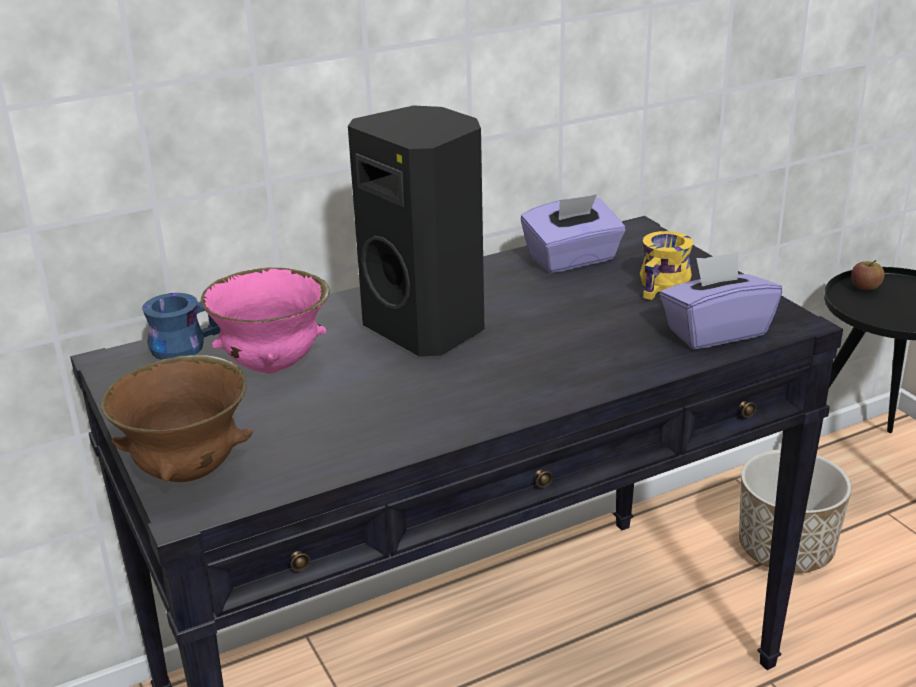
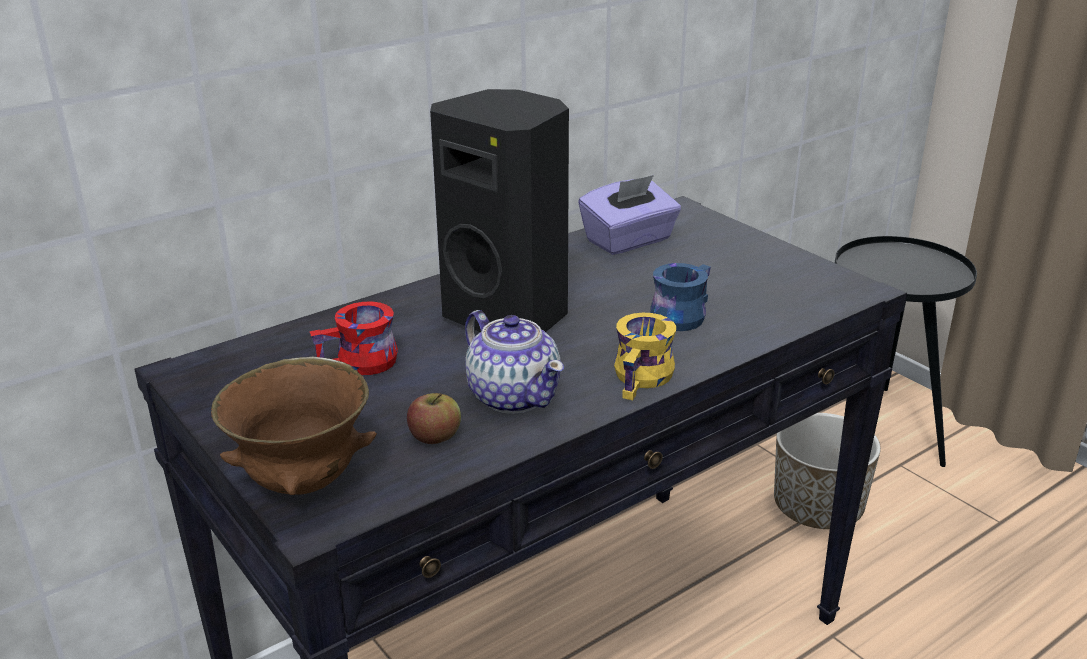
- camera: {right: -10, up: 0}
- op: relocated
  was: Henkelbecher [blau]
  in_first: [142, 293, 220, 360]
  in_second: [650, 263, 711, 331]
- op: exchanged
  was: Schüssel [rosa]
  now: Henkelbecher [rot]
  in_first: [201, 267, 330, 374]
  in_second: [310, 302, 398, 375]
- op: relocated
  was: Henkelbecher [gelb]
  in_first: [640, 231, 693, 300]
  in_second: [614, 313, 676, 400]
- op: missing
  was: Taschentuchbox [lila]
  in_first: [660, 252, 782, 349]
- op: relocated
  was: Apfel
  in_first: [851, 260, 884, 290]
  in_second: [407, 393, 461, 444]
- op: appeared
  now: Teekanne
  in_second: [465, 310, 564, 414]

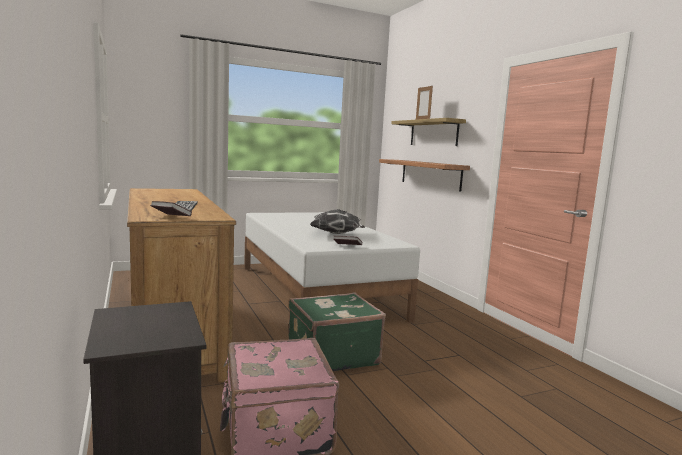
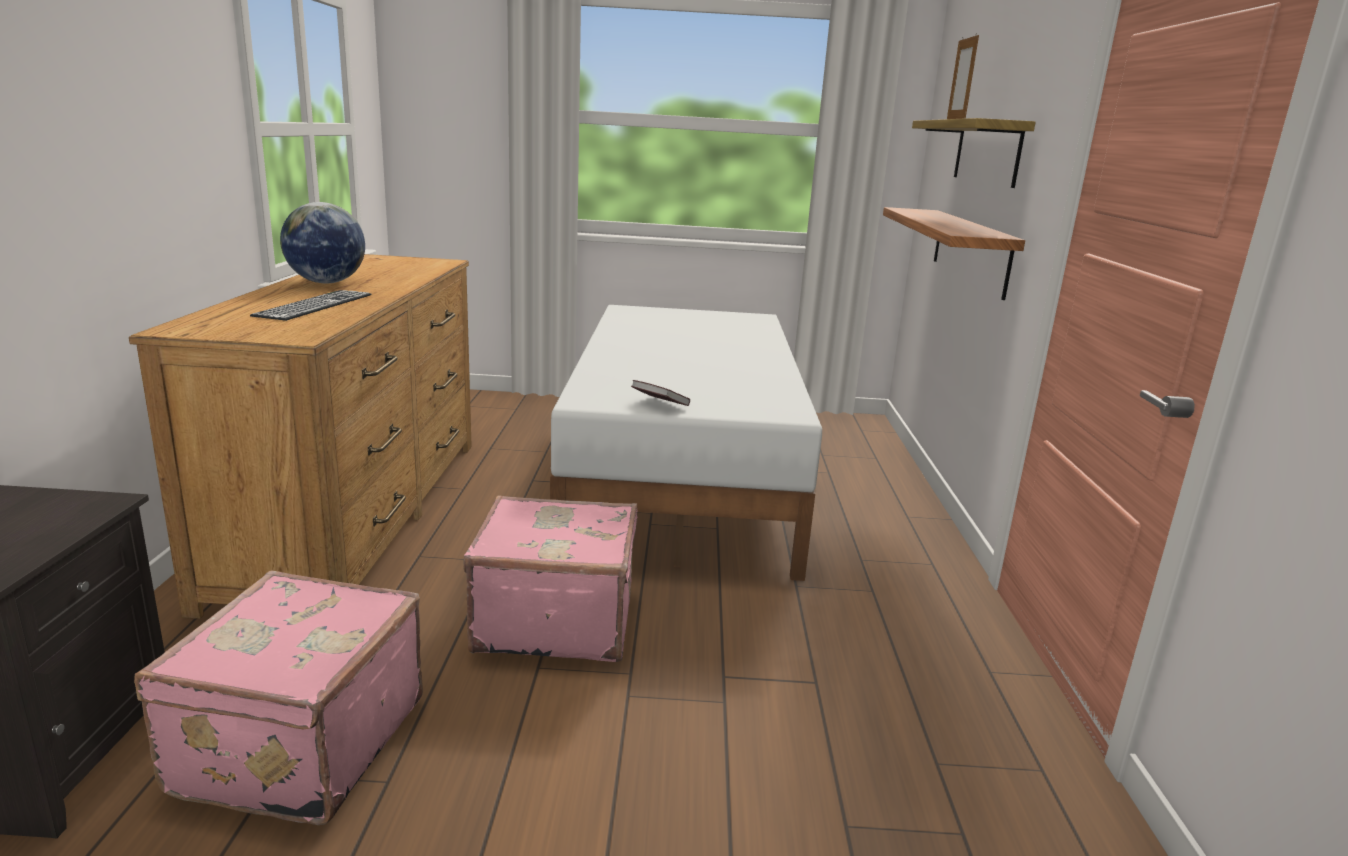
- camera: {right: 25, up: 10}
- op: missing
  was: Buch
  in_first: [150, 201, 192, 216]
- op: colour
  was: Koffer [grün]
  now: Koffer [rosa]
  in_first: [288, 292, 386, 371]
  in_second: [463, 495, 638, 662]
- op: missing
  was: Kissen
  in_first: [310, 209, 365, 234]
- op: appeared
  now: Globus
  in_second: [280, 202, 365, 284]

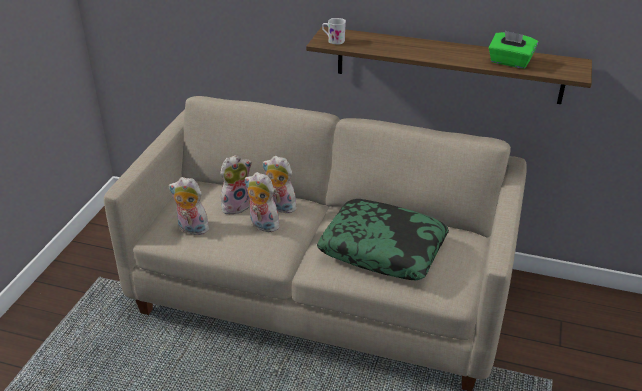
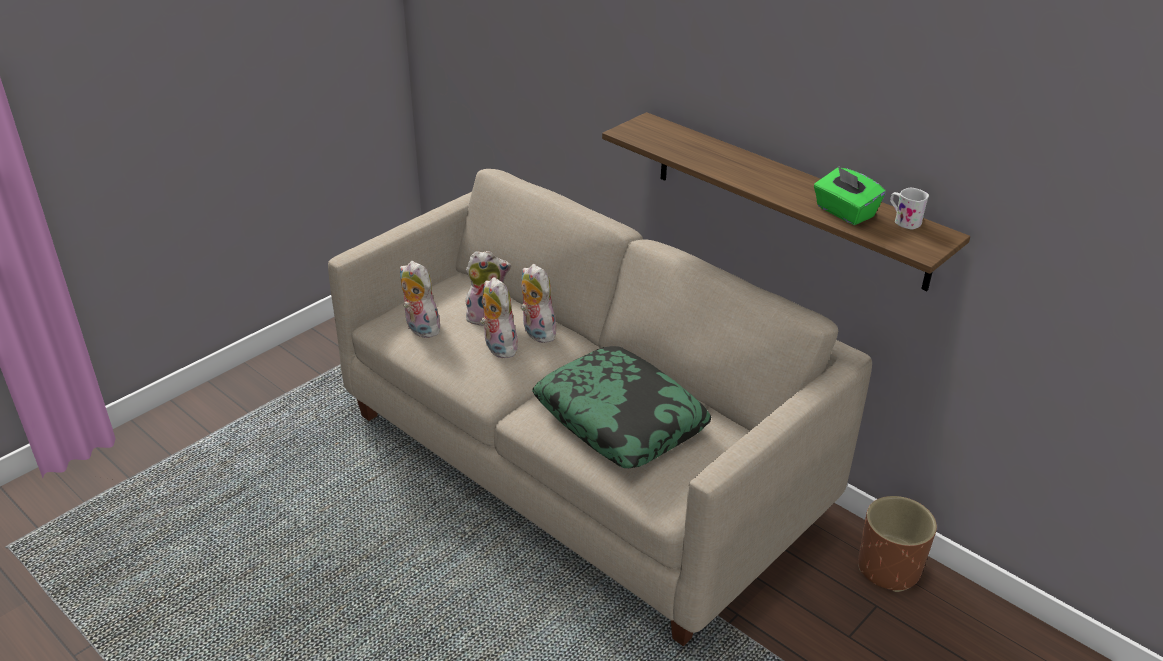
- camera: {right: 25, up: 0}
- op: relocated
  was: Henkelbecher [weiß]
  in_first: [322, 18, 346, 44]
  in_second: [890, 188, 929, 229]
- op: appeared
  now: Pflanzkübel [braun]
  in_second: [858, 496, 937, 592]

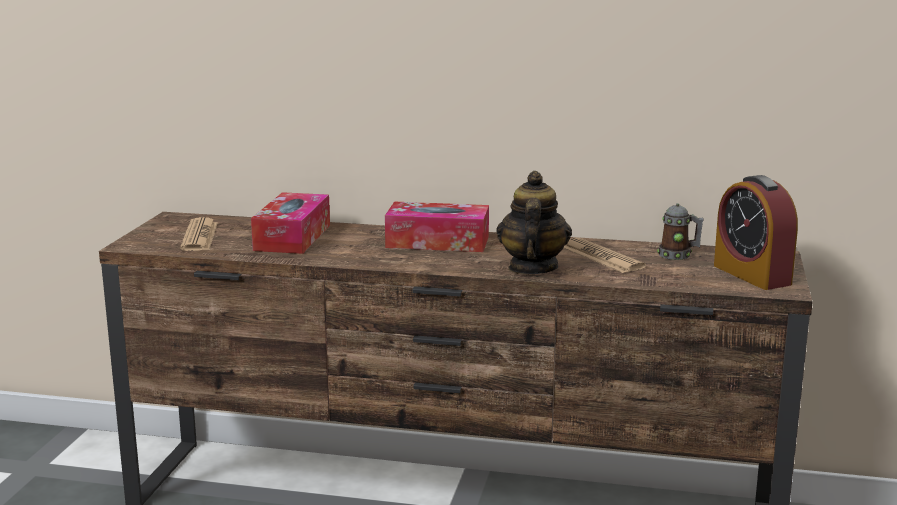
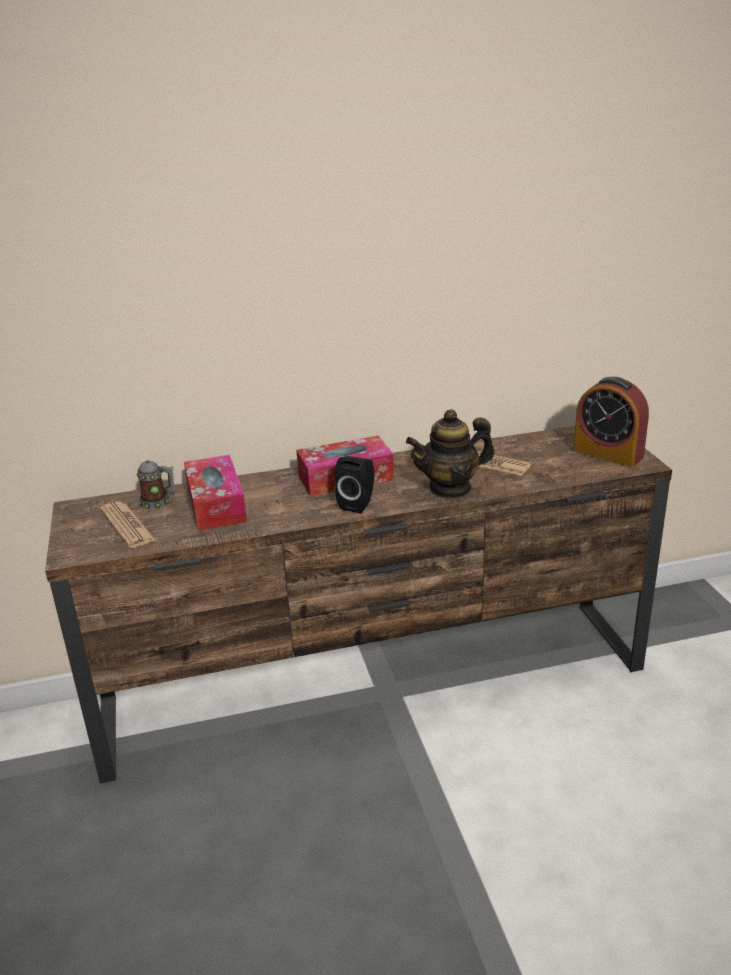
- camera: {right: -25, up: 10}
- op: spun
  was: Teekanne
  in_first: [496, 171, 572, 274]
  in_second: [406, 409, 495, 498]
  clockwise: -90
- op: relocated
  was: Henkelbecher
  in_first: [657, 203, 704, 260]
  in_second: [136, 460, 175, 509]
- op: appeared
  now: Lautsprecher [schwarz]
  in_second: [335, 456, 374, 513]

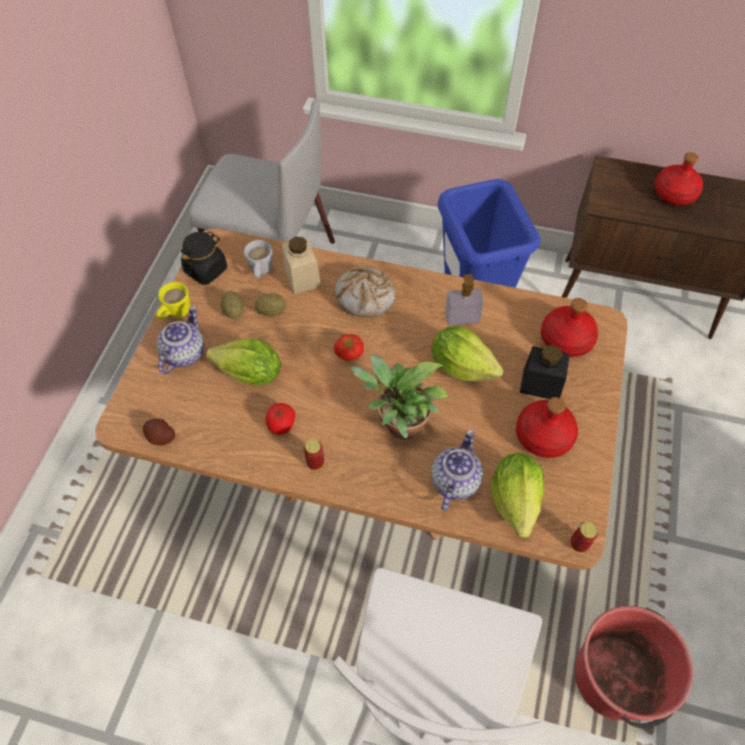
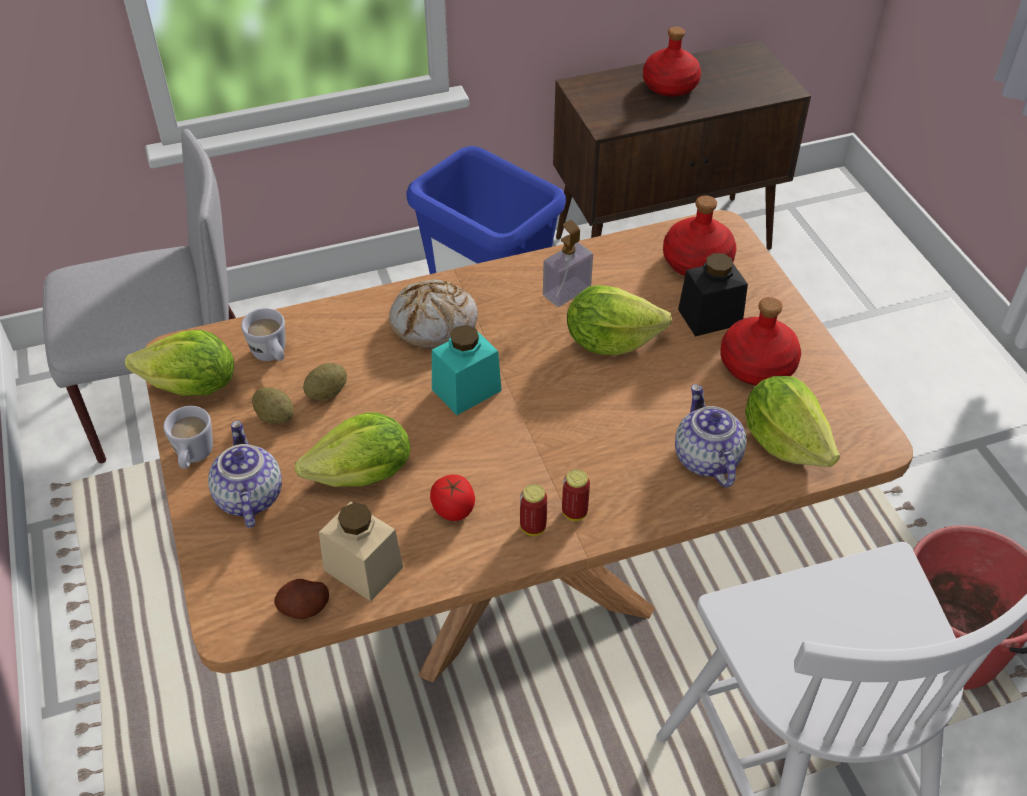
- camera: {right: -35, up: -10}
- op: colour
  was: Henkelbecher [gelb]
  now: Henkelbecher [weiß]
  in_first: [156, 282, 190, 320]
  in_second: [163, 406, 213, 468]
- op: exchanged
  was: Vorratsglas [schwarz]
  now: Salatkopf
  in_first: [181, 231, 227, 285]
  in_second: [125, 330, 234, 396]
- op: relocated
  was: Vorratsglas [beige]
  in_first: [282, 237, 321, 294]
  in_second: [319, 501, 403, 601]
- op: exchanged
  was: Tomate
  now: Vorratsglas [türkis]
  in_first: [334, 334, 364, 361]
  in_second: [432, 325, 502, 415]
- op: missing
  was: Topfpflanze
  in_first: [349, 354, 450, 440]
- op: relocated
  was: Dose
  in_first: [570, 522, 598, 553]
  in_second: [562, 469, 590, 521]

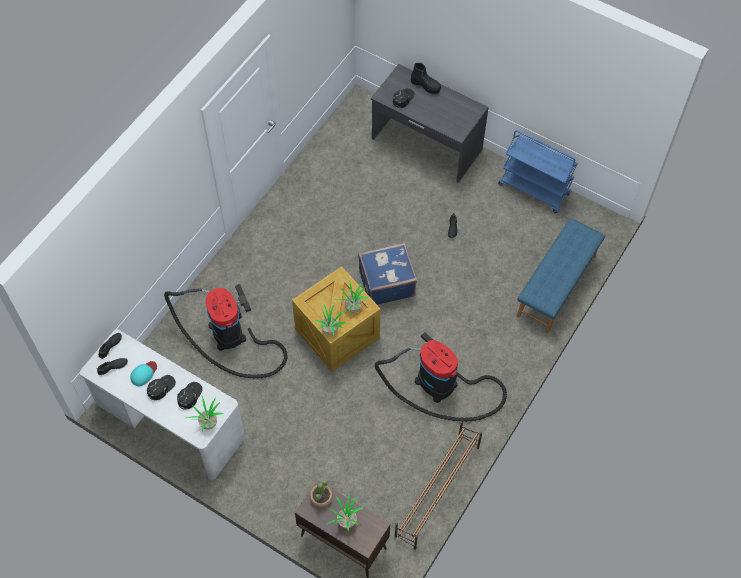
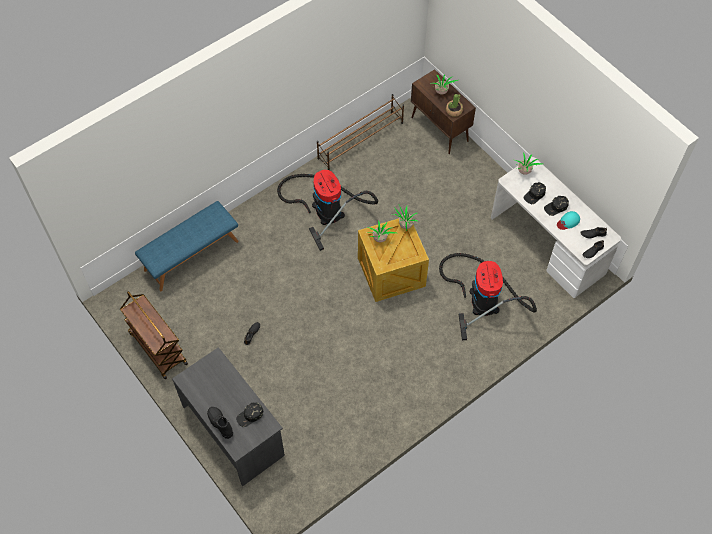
- camera: {right: -160, up: 0}
- op: missing
  was: Koffer [blau]
  in_first: [358, 243, 417, 305]
- op: colour
  was: Rollwagen [blau]
  now: Rollwagen [braun]
  in_first: [498, 130, 578, 213]
  in_second: [120, 291, 188, 379]

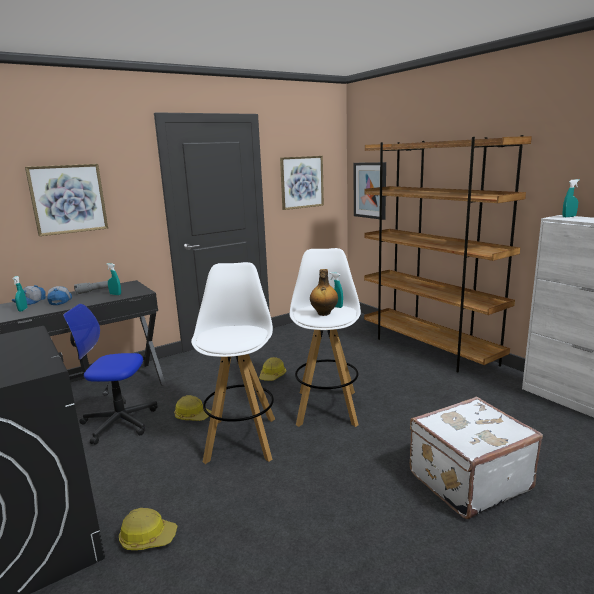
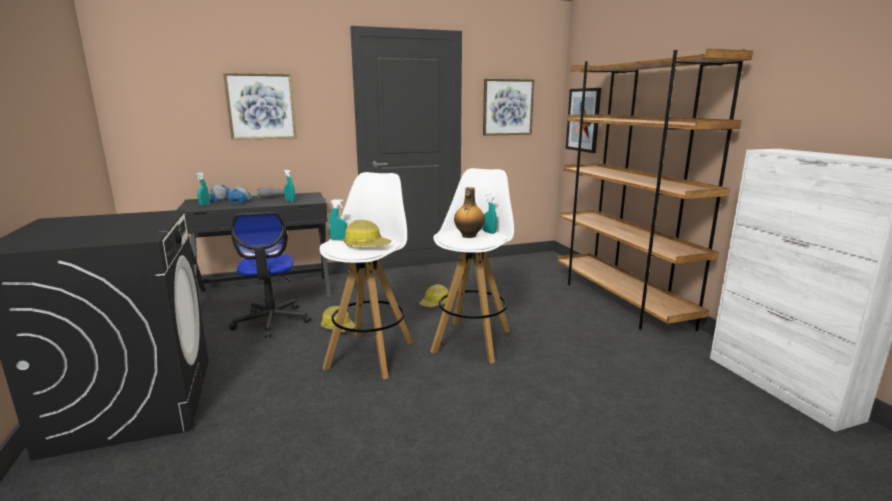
- camera: {right: 15, up: 0}
- op: spun
  was: Bürostuhl
  in_first: [63, 304, 158, 445]
  in_second: [229, 212, 311, 338]
  clockwise: -120
- op: relocated
  was: Schutzhelm
  in_first: [119, 508, 177, 550]
  in_second: [343, 220, 391, 246]
- op: missing
  was: Koffer [weiß]
  in_first: [410, 397, 543, 519]
- op: relocated
  was: Sprühflasche [türkis]
  in_first: [562, 179, 580, 217]
  in_second: [329, 199, 347, 240]

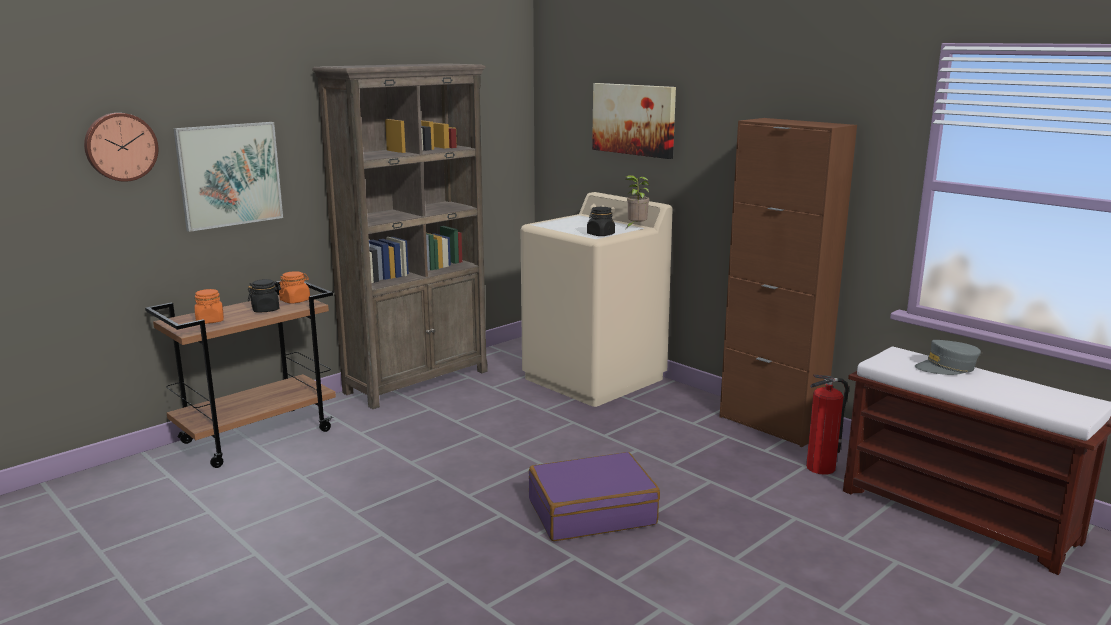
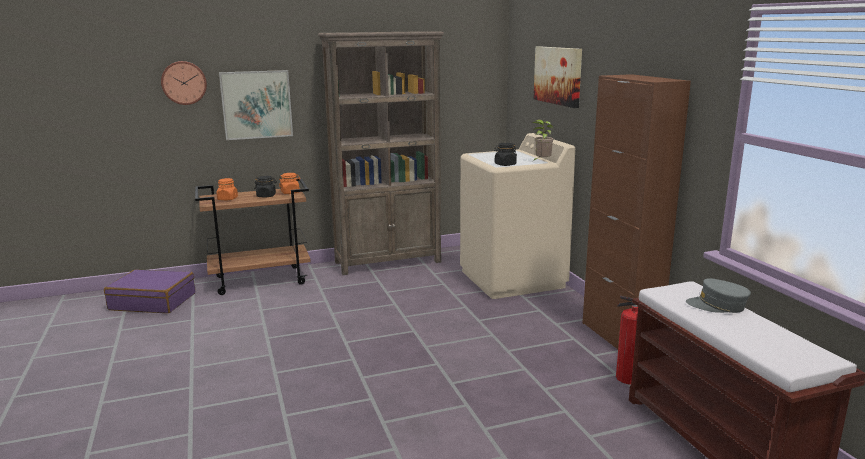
- camera: {right: 25, up: 0}
- op: relocated
  was: Koffer [lila]
  in_first: [529, 452, 660, 541]
  in_second: [104, 269, 195, 313]

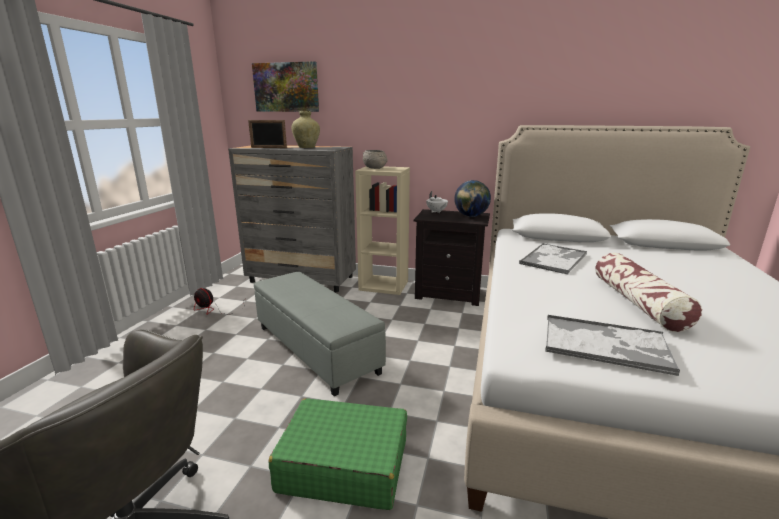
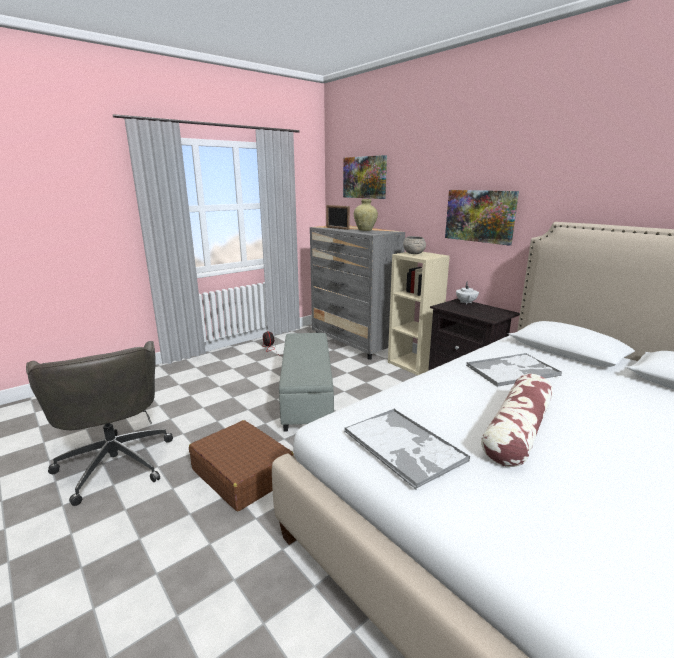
- camera: {right: 35, up: 0}
- op: colour
  was: Koffer [grün]
  now: Koffer [braun]
  in_first: [269, 398, 407, 510]
  in_second: [189, 420, 294, 511]
- op: missing
  was: Globus
  in_first: [454, 180, 491, 217]
- op: appeared
  now: Bild
  in_second: [445, 190, 519, 245]

